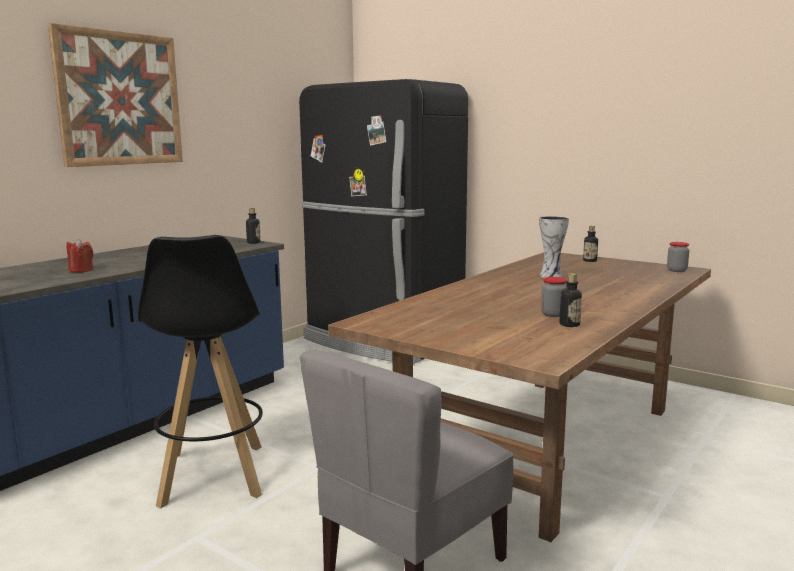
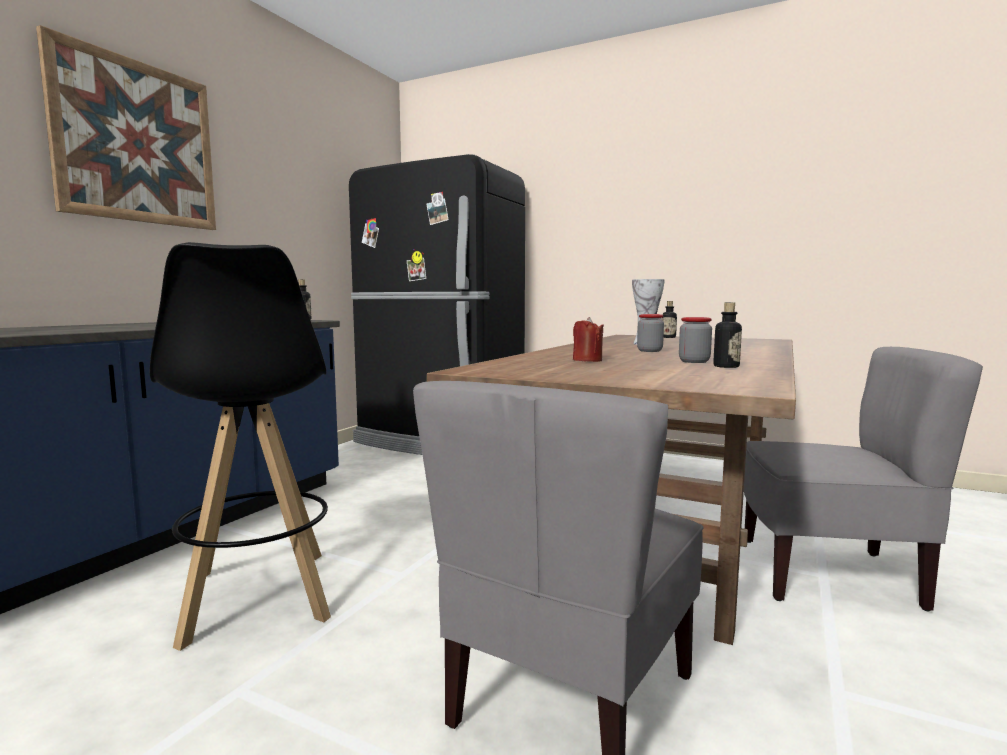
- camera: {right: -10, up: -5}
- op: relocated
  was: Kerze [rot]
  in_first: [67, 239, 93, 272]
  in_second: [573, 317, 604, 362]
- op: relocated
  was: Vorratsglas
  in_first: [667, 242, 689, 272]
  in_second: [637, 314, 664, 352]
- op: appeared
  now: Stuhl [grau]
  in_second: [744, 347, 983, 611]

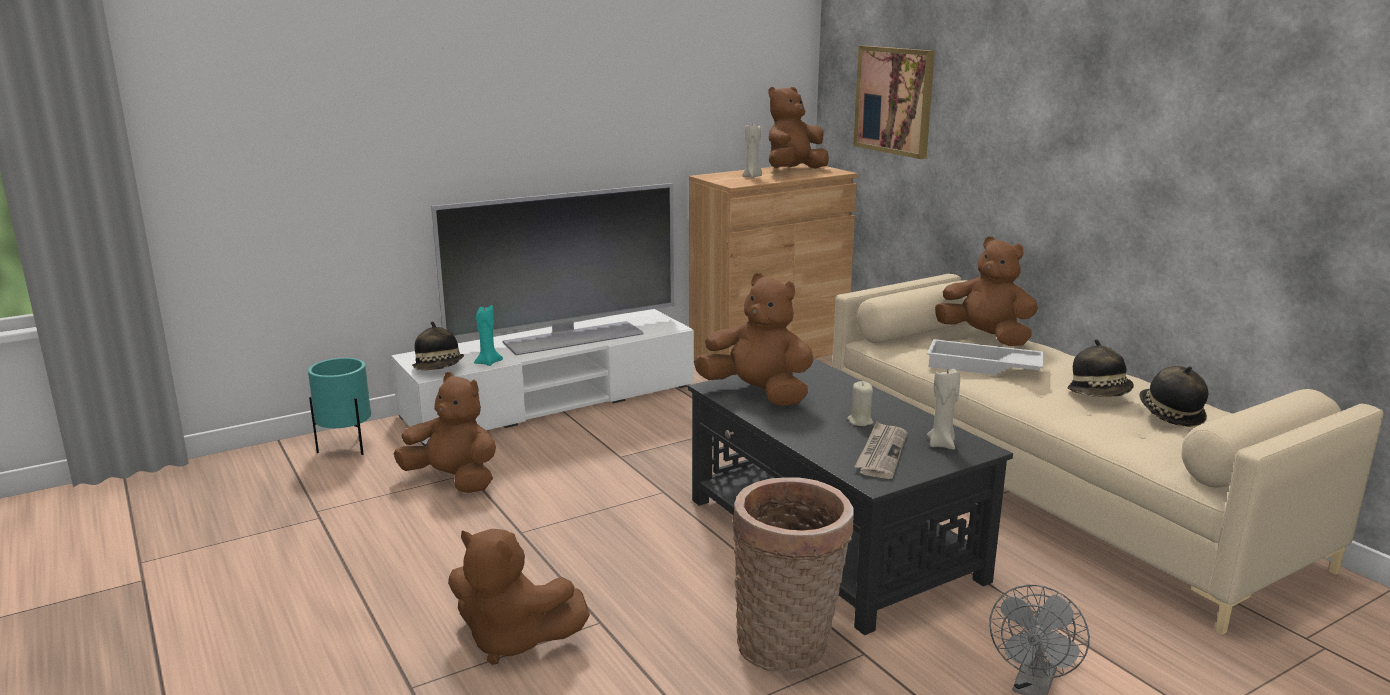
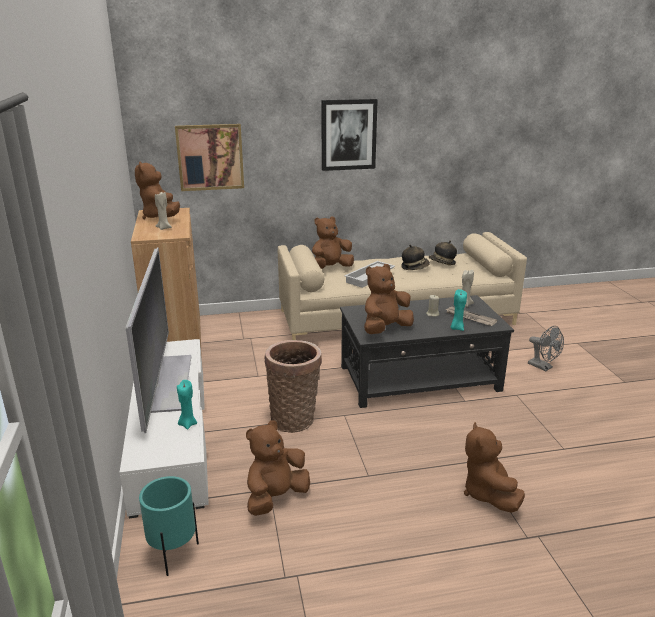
- camera: {right: -70, up: 5}
- op: missing
  was: Hut
  in_first: [412, 321, 464, 370]
- op: spun
  was: Plüschtier [braun]
  in_first: [448, 529, 590, 665]
  in_second: [464, 422, 525, 513]
  clockwise: 135
- op: relocated
  was: Korb
  in_first: [733, 478, 854, 672]
  in_second: [265, 340, 322, 433]
- op: appeared
  now: Bild
  in_second: [321, 99, 378, 171]
- op: appeared
  now: Kerze [türkis]
  in_second: [451, 289, 467, 331]

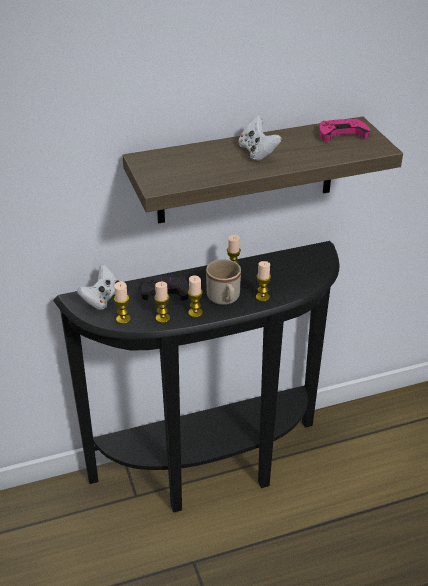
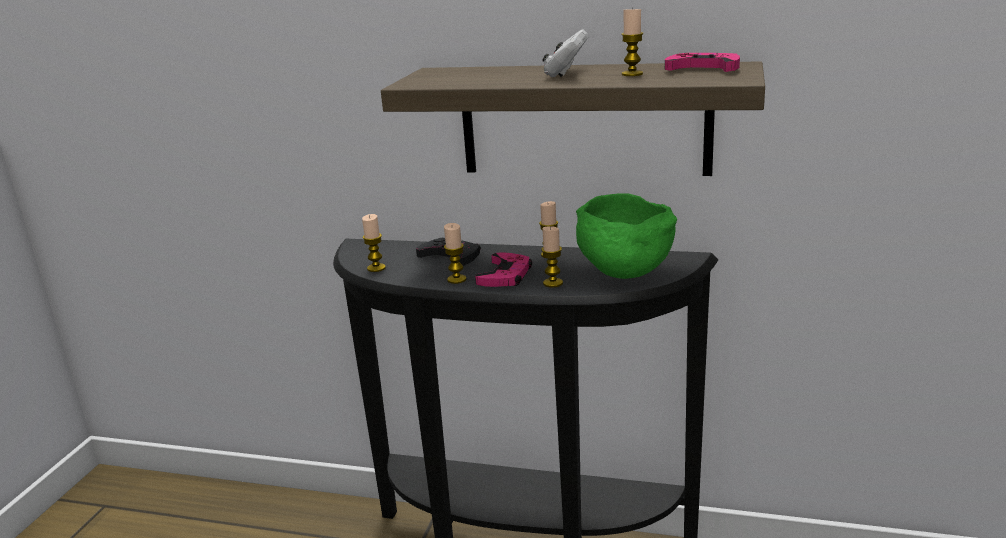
- camera: {right: 35, up: -15}
- op: missing
  was: Gamepad [weiß]
  in_first: [77, 264, 120, 310]
- op: relocated
  was: Kerze
  in_first: [154, 282, 170, 323]
  in_second: [621, 7, 643, 76]
- op: exchanged
  was: Henkelbecher [beige]
  now: Gamepad [rosa]
  in_first: [206, 259, 241, 305]
  in_second: [475, 253, 532, 287]
- op: appeared
  now: Schüssel [grün]
  in_second: [576, 193, 677, 279]

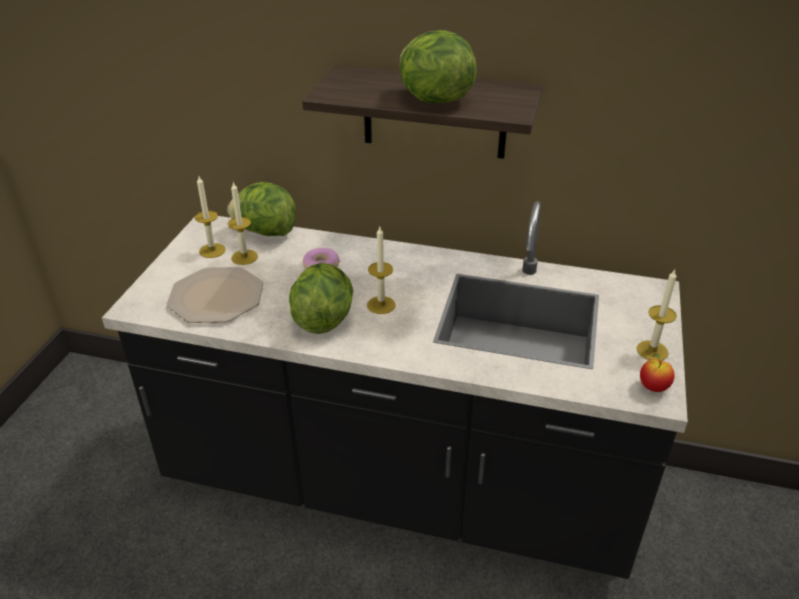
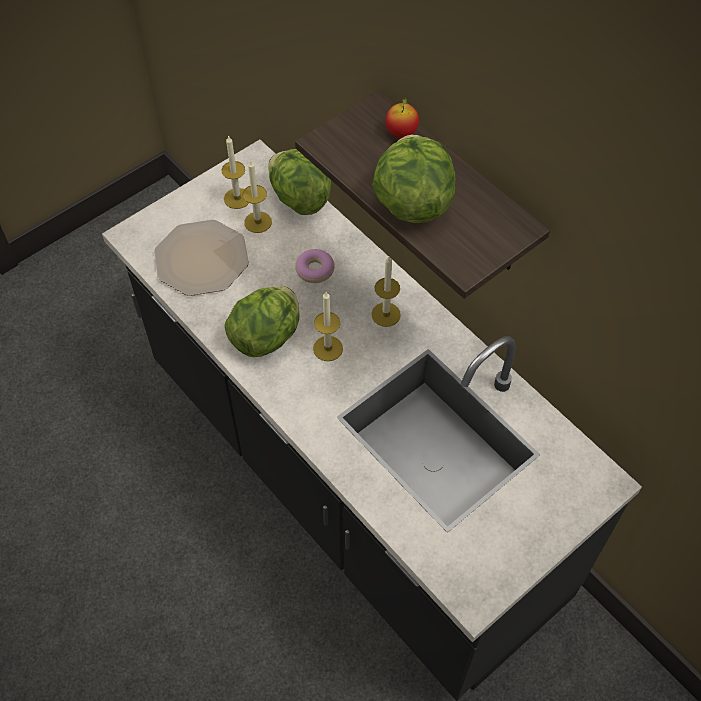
- camera: {right: 35, up: 20}
- op: relocated
  was: Kerze
  in_first: [637, 269, 677, 361]
  in_second: [371, 257, 401, 327]
- op: relocated
  was: Apfel
  in_first: [640, 353, 674, 392]
  in_second: [385, 97, 419, 138]

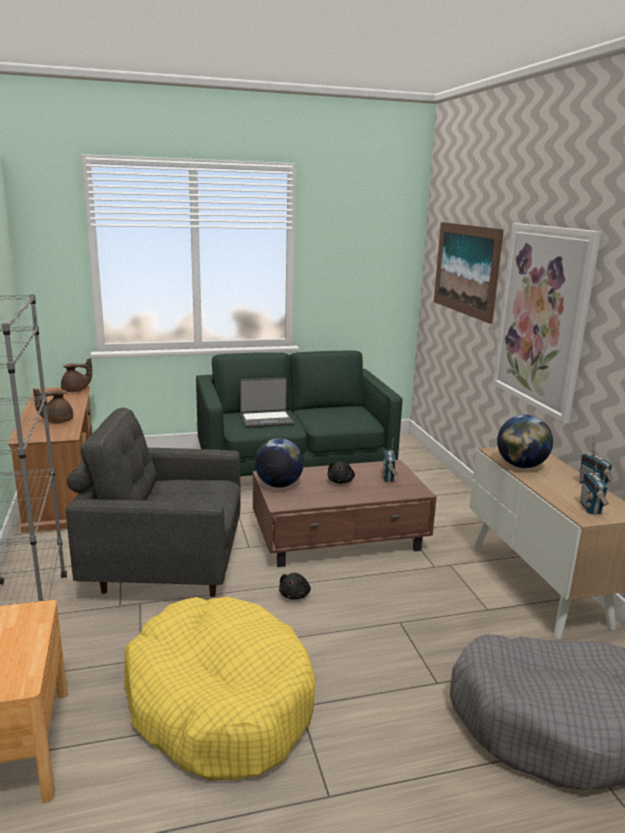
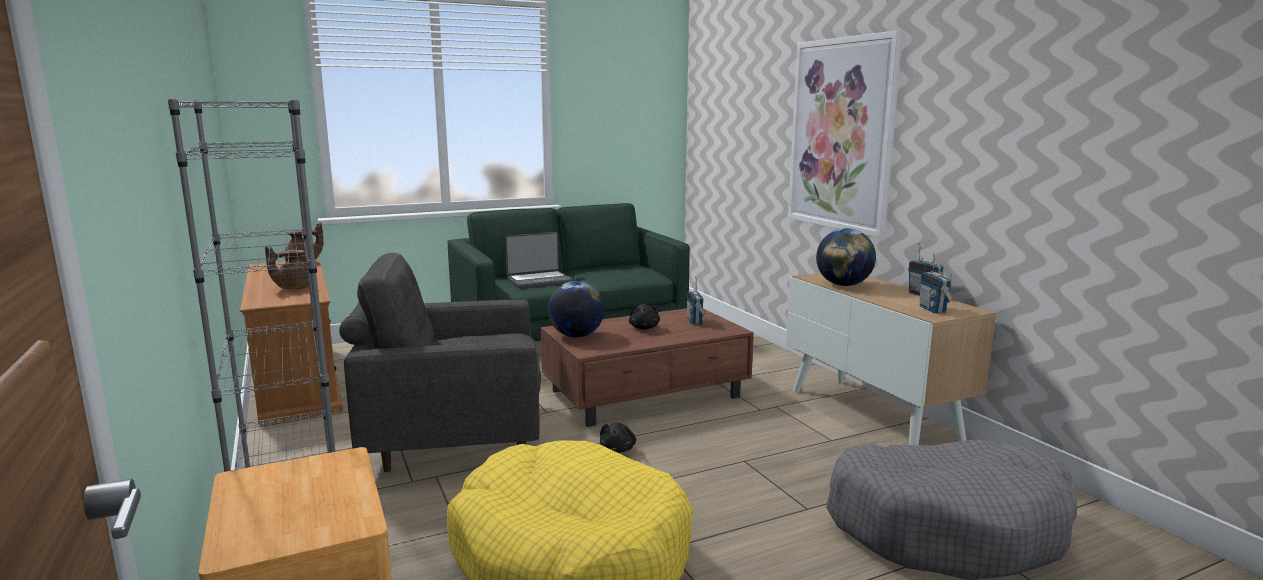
- camera: {right: -10, up: -5}
- op: missing
  was: Bild
  in_first: [434, 222, 504, 324]

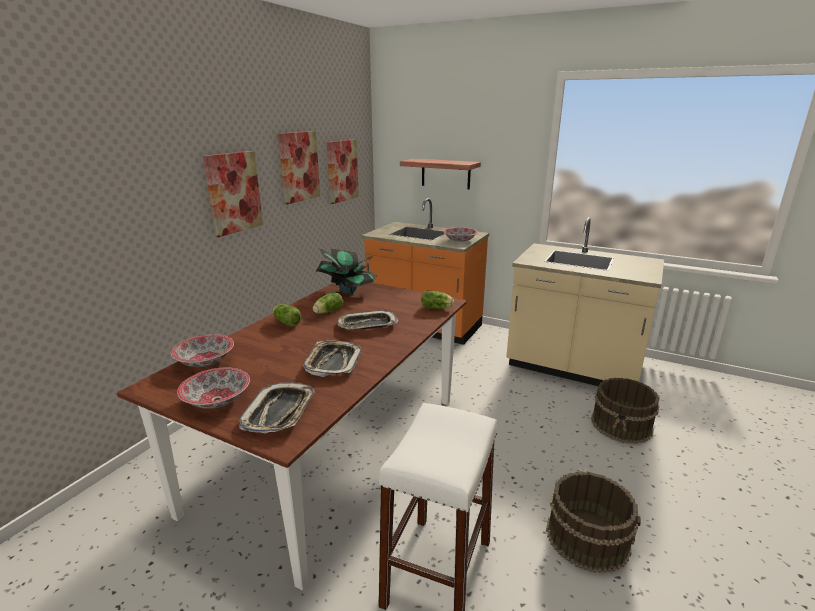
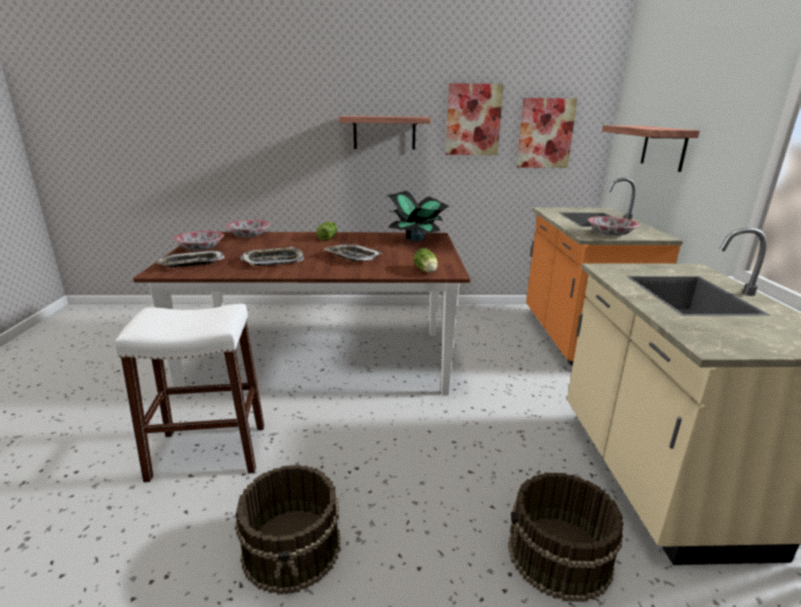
- camera: {right: 60, up: 0}
- op: exchanged
  was: Bild
  now: Wandregal
  in_first: [203, 151, 263, 237]
  in_second: [338, 116, 431, 150]
- op: missing
  was: Salatkopf
  in_first: [313, 292, 343, 314]

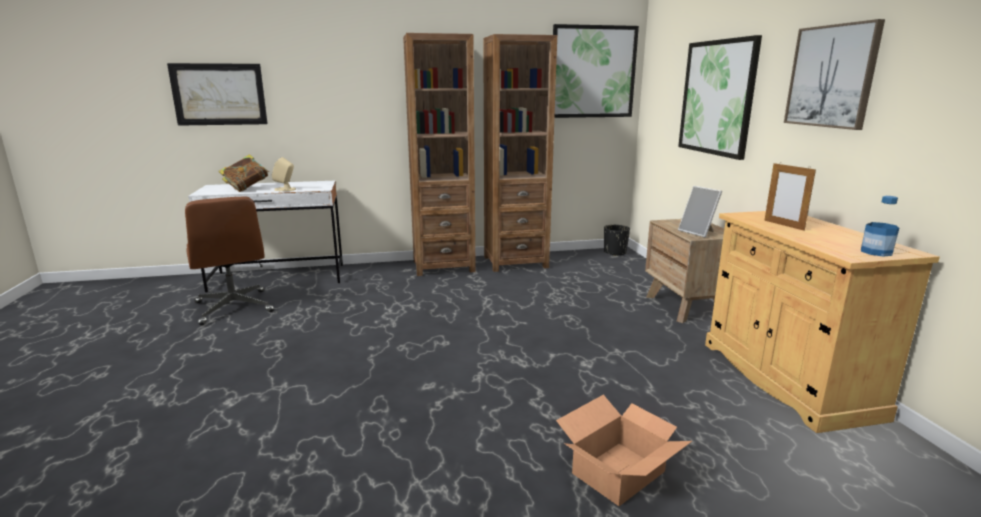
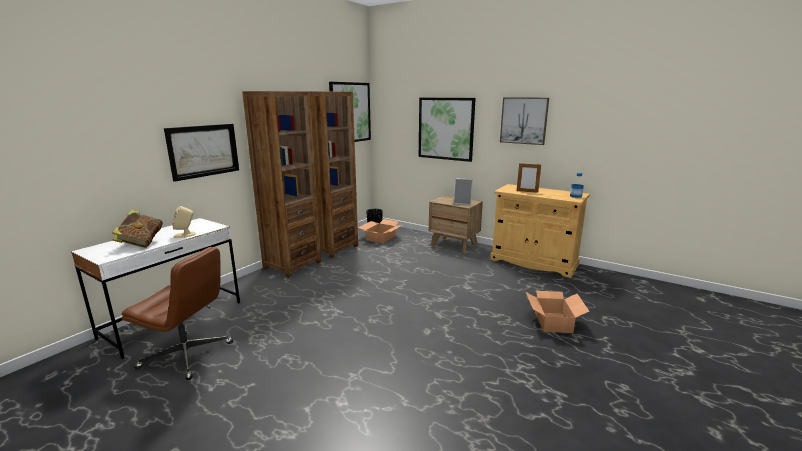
- camera: {right: -45, up: 0}
- op: relocated
  was: Bild
  in_first: [167, 63, 268, 126]
  in_second: [164, 124, 239, 182]
- op: appeared
  now: Karton
  in_second: [358, 219, 402, 243]

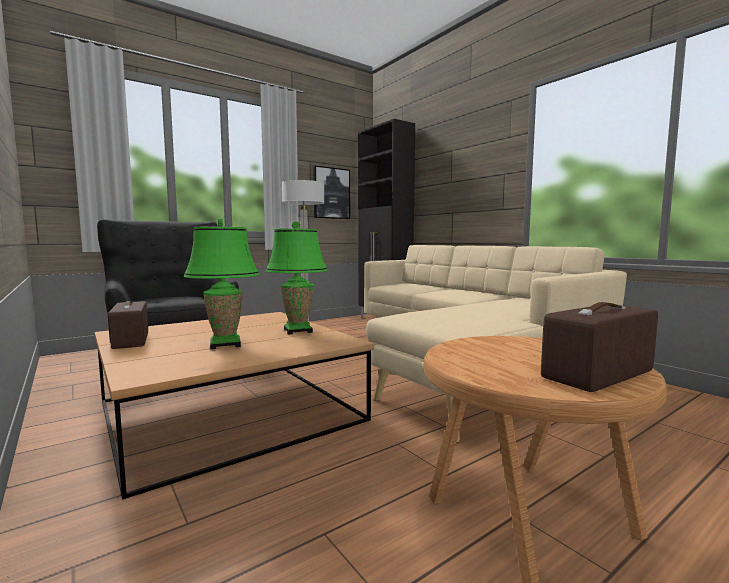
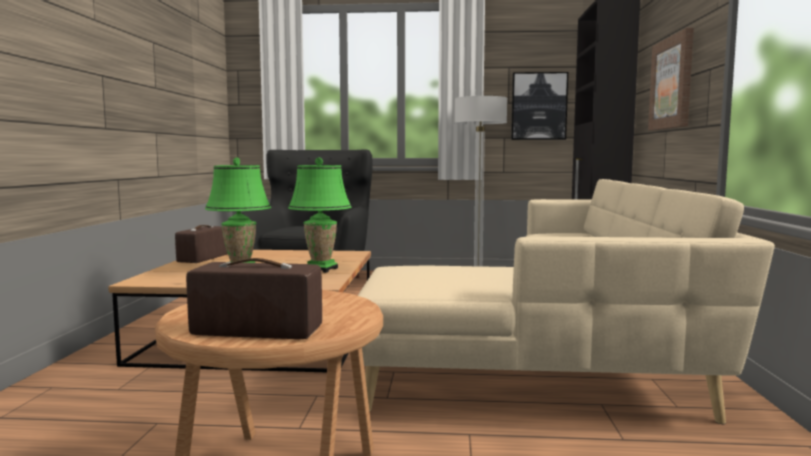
- camera: {right: 40, up: 0}
- op: appeared
  now: Bild
  in_second: [648, 28, 694, 130]

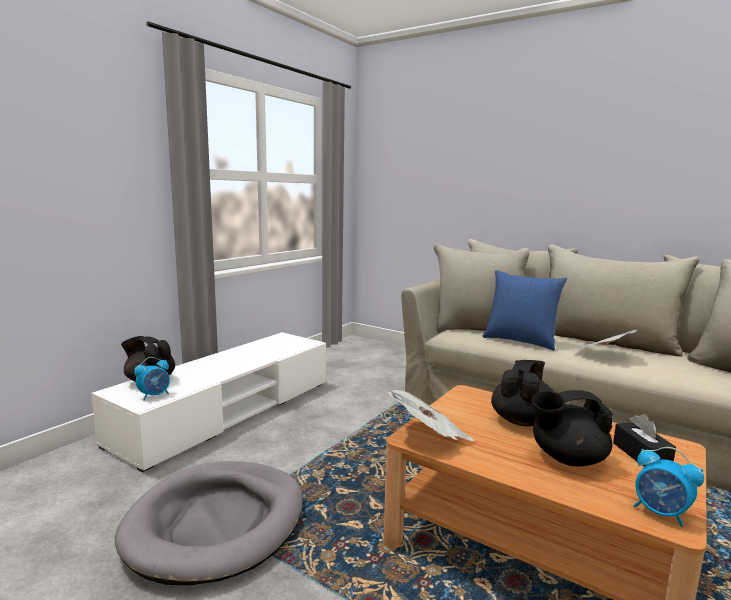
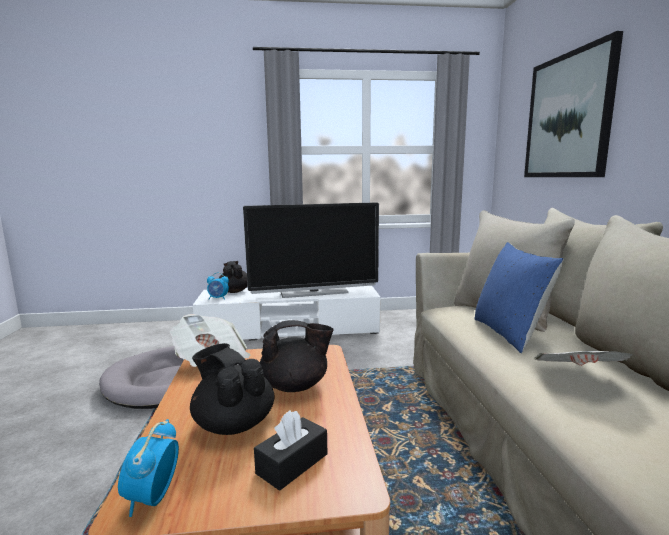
- camera: {right: 50, up: 0}
- op: appeared
  now: Fernseher
  in_second: [243, 202, 379, 298]
- op: appeared
  now: Bild
  in_second: [524, 31, 623, 177]

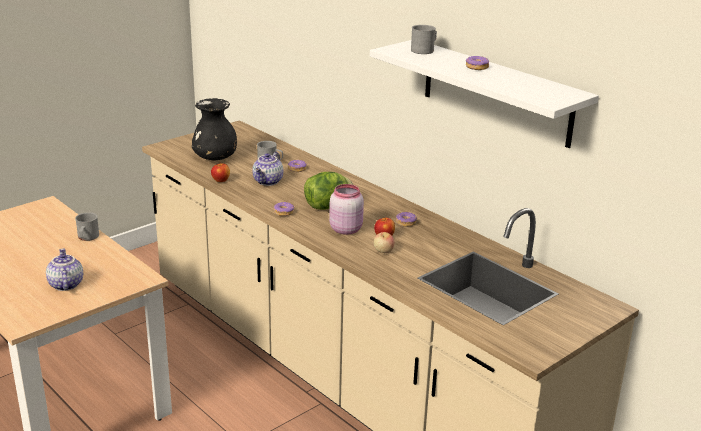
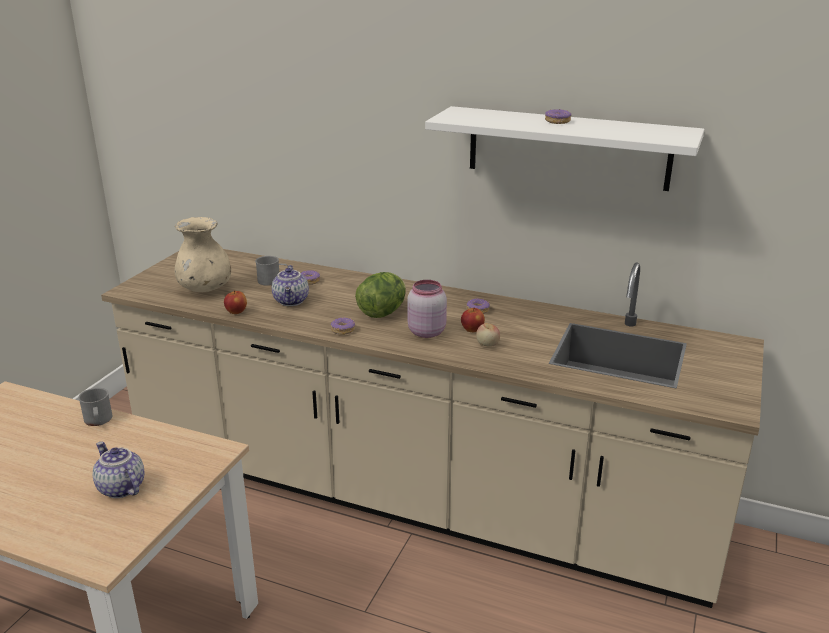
- camera: {right: -25, up: 0}
- op: colour
  was: Vase [schwarz]
  now: Vase [beige]
  in_first: [192, 98, 237, 161]
  in_second: [175, 217, 231, 292]
- op: missing
  was: Henkelbecher [grau]
  in_first: [411, 25, 437, 54]

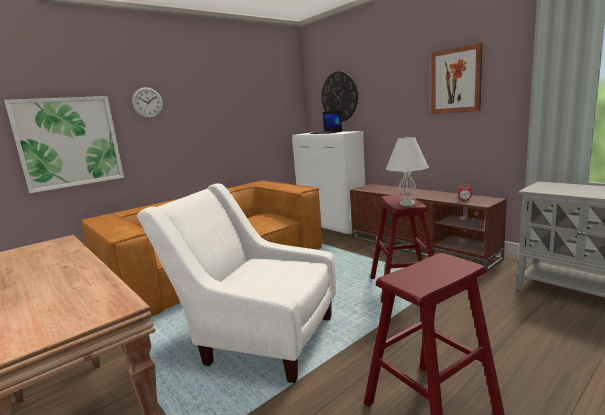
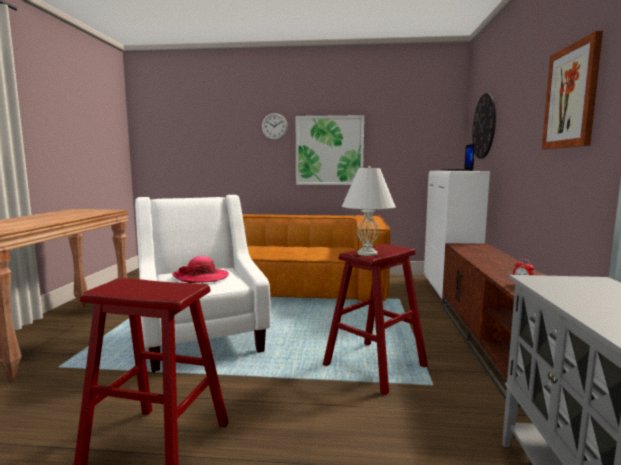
- camera: {right: 45, up: -5}
- op: relocated
  was: Bild
  in_first: [4, 96, 124, 193]
  in_second: [296, 115, 364, 185]
- op: appeared
  now: Hut
  in_second: [172, 256, 229, 283]

